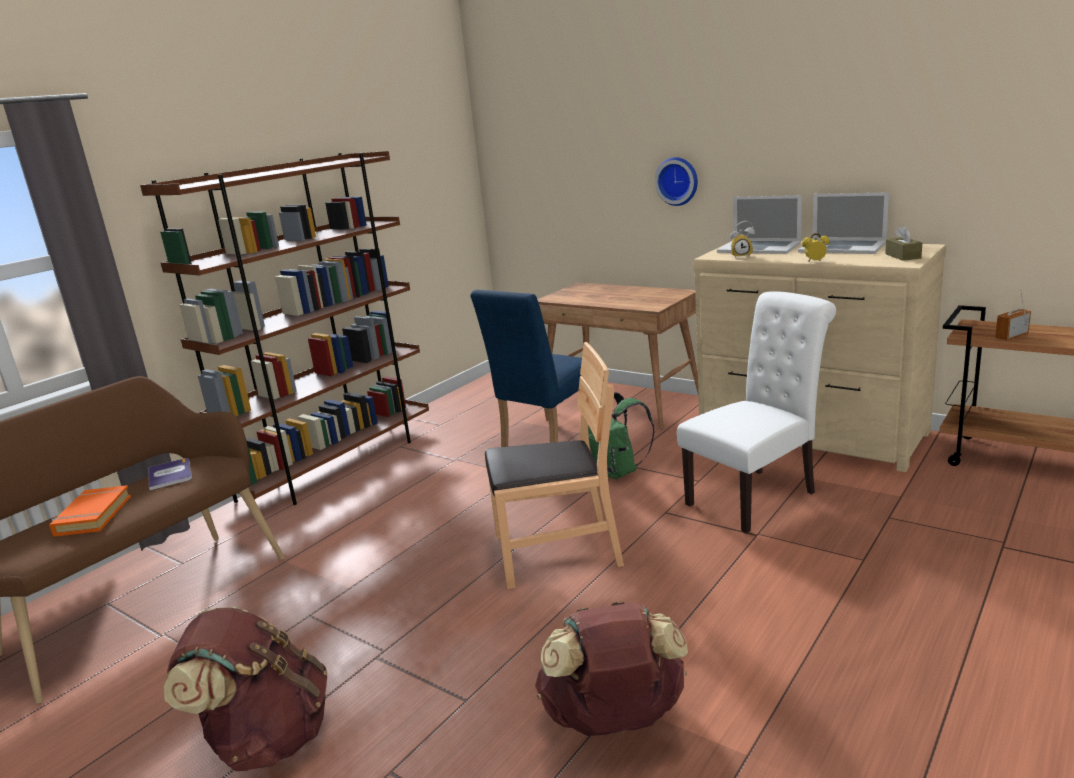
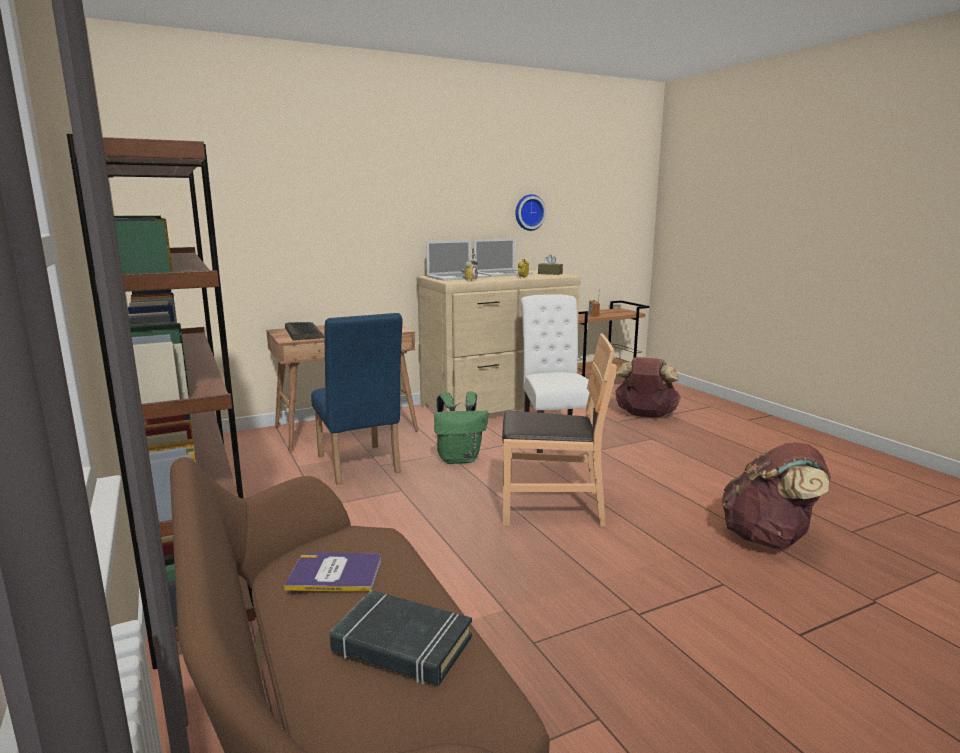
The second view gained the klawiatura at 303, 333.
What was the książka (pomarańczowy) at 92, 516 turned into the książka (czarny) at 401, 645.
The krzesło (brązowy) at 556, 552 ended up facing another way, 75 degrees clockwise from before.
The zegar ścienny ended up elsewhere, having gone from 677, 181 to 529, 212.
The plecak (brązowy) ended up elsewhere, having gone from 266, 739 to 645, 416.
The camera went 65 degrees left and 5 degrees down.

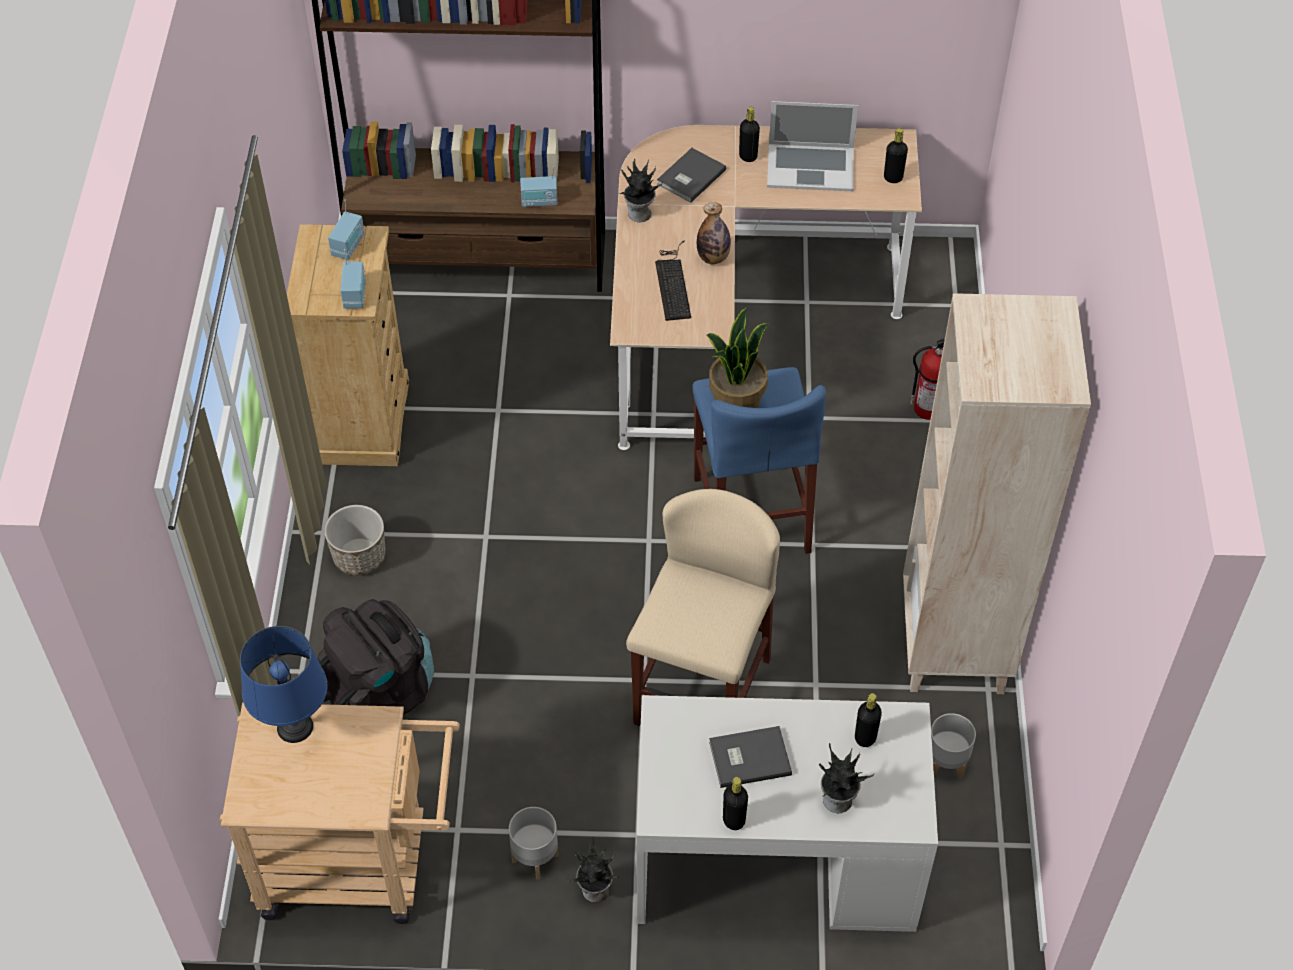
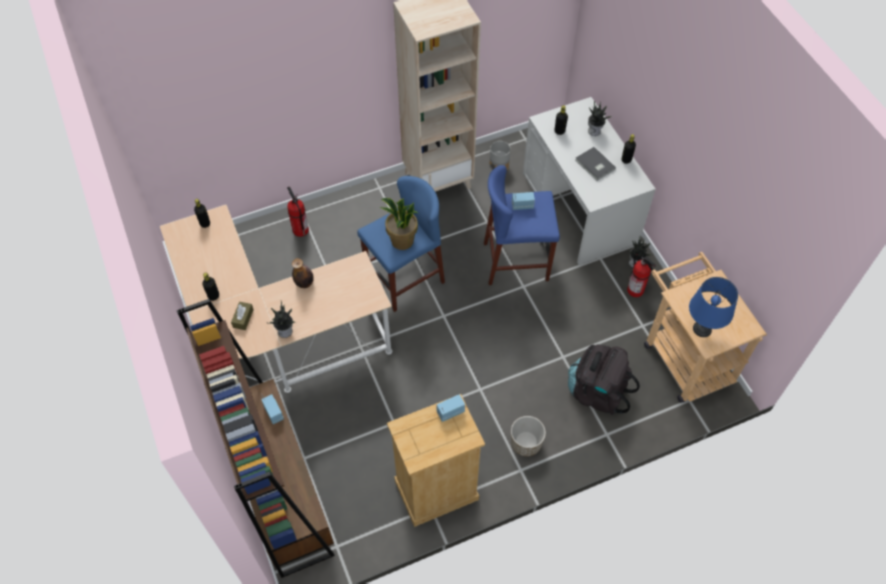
Where the książka (szary) stood at 689, 177, the pudełko chusteczek (brązowy) came to stand at 243, 318.
What was the stołek (beżowy) at 702, 691 turned into the stołek (niebieski) at 516, 261.
The radio ended up elsewhere, having gone from 348, 246 to 522, 205.
Where the donica (szary) stood at 534, 858, the gaśnica came to stand at 636, 290.
The second view lost the klawiatura at 673, 282.
The second view lost the laptop at 810, 167.
The camera went 115 degrees left and 5 degrees up.

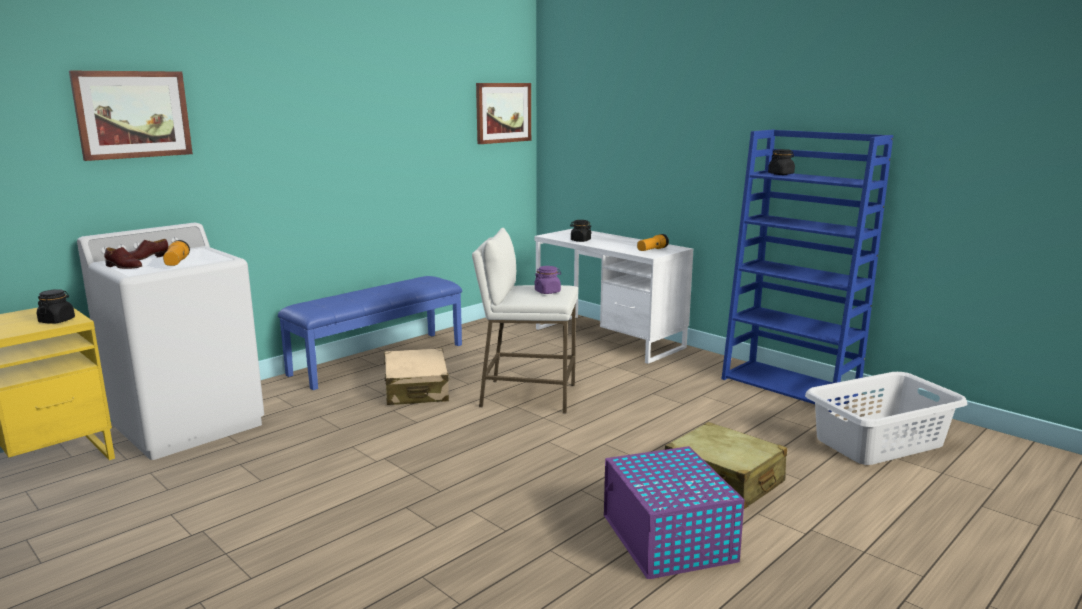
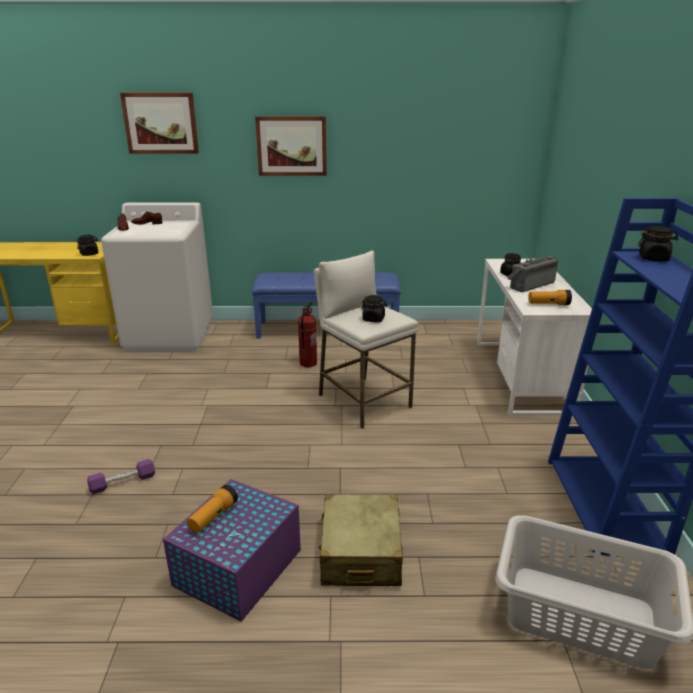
The second view gained the hantel (fioletowy) at 123, 482.
The latarka ended up elsewhere, having gone from 177, 263 to 213, 517.
The obraz ended up elsewhere, having gone from 503, 112 to 291, 146.
Where the walizka (beżowy) stood at 416, 389, the gaśnica came to stand at 308, 363.
What was the słoik (fioletowy) at 547, 292 turned into the słoik (czarny) at 373, 319.
The second view gained the radio at 530, 284.
The camera went 45 degrees right and 10 degrees up.

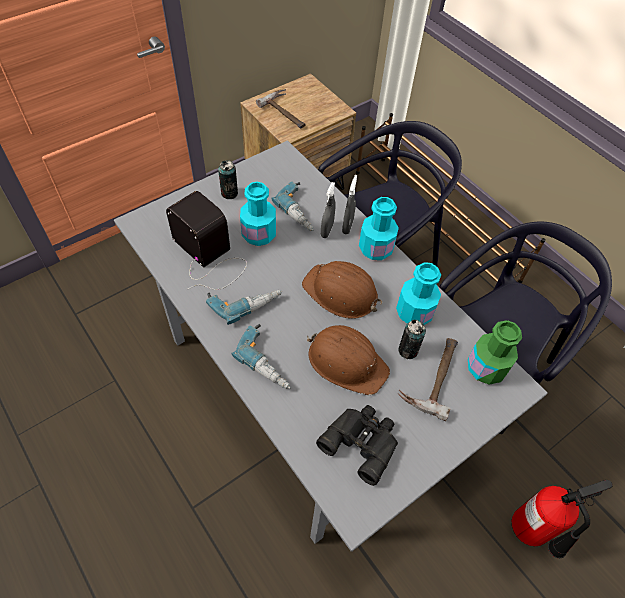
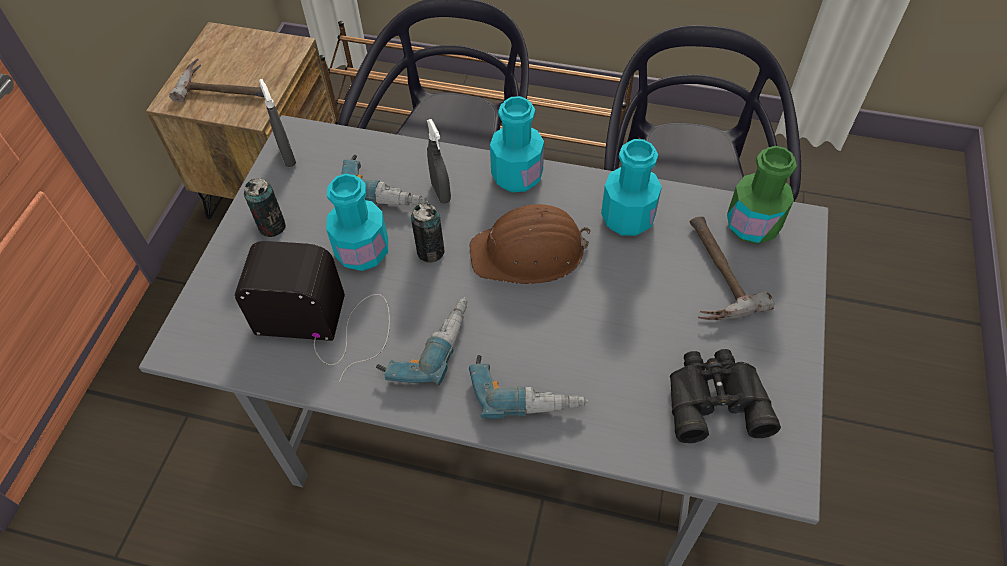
The spryskiwacz (szary) ended up elsewhere, having gone from 347, 226 to 287, 156.
The puszka ended up elsewhere, having gone from 408, 350 to 430, 251.
The second view lost the kask (brązowy) at 346, 361.
The second view lost the gaśnica at 533, 533.
The camera went 35 degrees left and 0 degrees up.

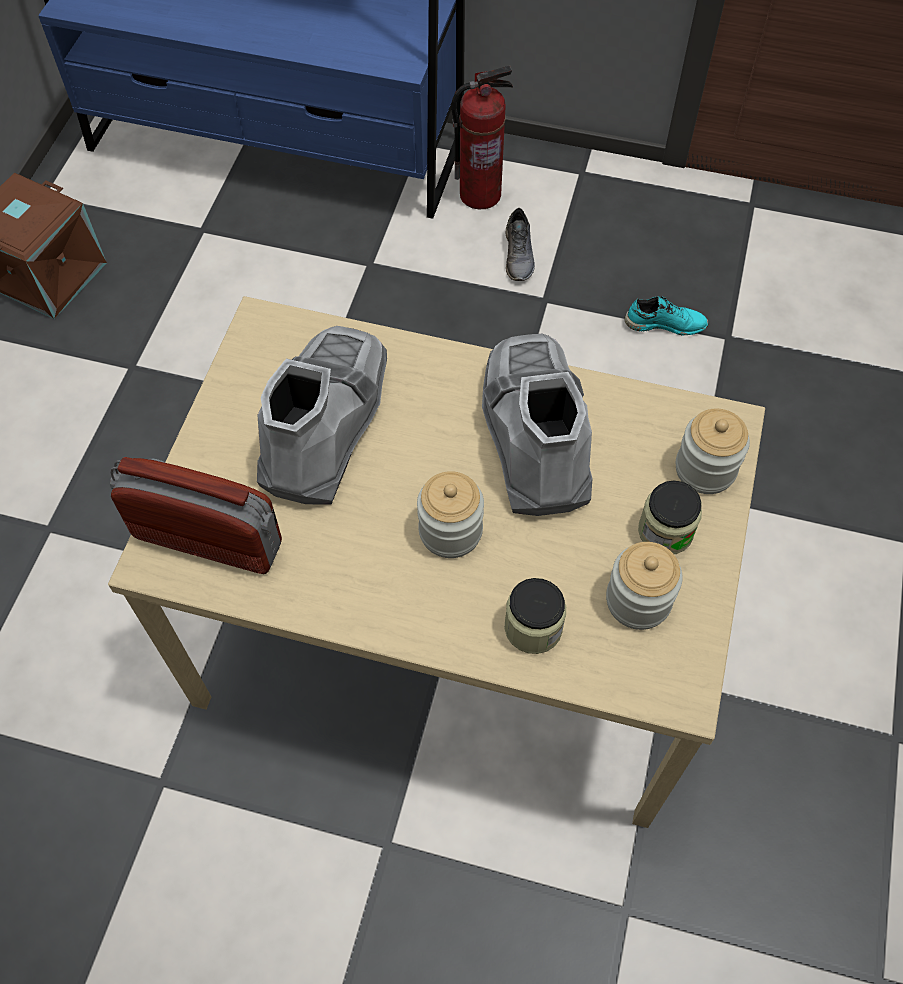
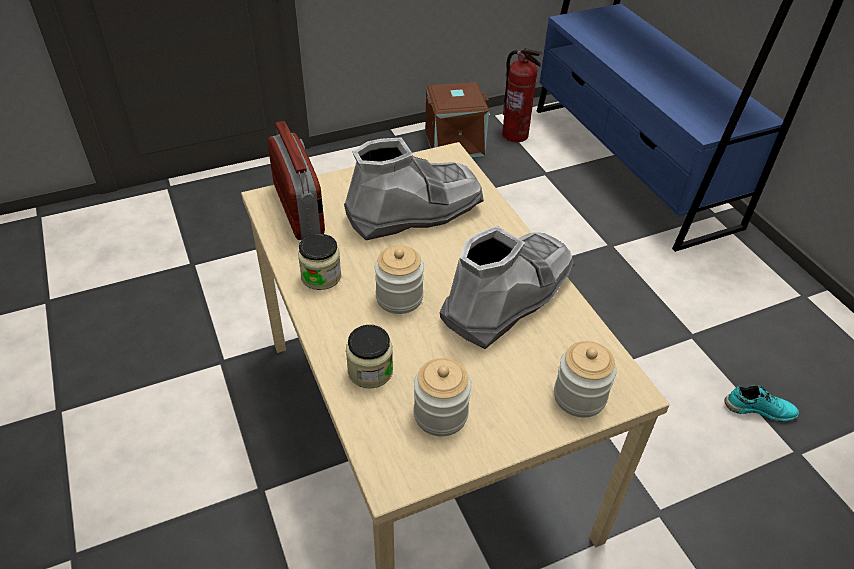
The słoik ended up elsewhere, having gone from 665, 531 to 321, 276.
The gaśnica ended up elsewhere, having gone from 480, 194 to 515, 135.
The but (turkusowy) at 665, 323 ended up facing another way, 45 degrees counterclockwise from before.
The second view lost the but (szary) at 519, 255.
The camera went 50 degrees right and 15 degrees down.

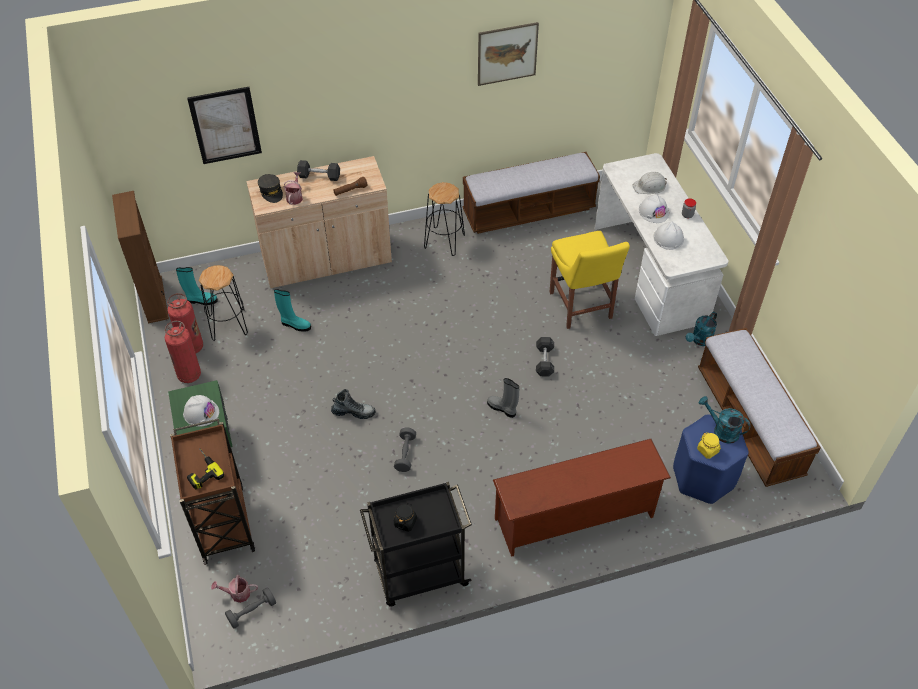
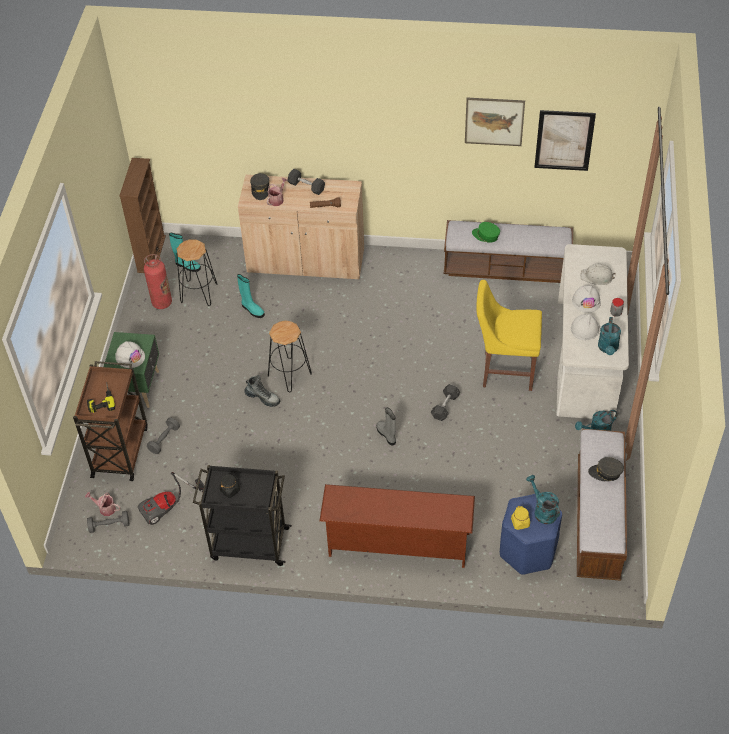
The second view gained the odkurzacz at 170, 508.
The hantel (szary) ended up elsewhere, having gone from 405, 454 to 164, 440.
The stołek (czarny) ended up elsewhere, having gone from 444, 241 to 290, 374.
The second view gained the czapka z daszkiem (zielony) at 486, 235.
The krzesło (żółty) at 581, 308 ended up facing another way, 90 degrees clockwise from before.
The obraz ended up elsewhere, having gone from 225, 125 to 564, 140.
The second view gained the czapka z daszkiem (szary) at 605, 473.
The second view gained the konewka (turkusowy) at 608, 349.
The second view lost the gaśnica at 189, 375.
The camera went 25 degrees right and 0 degrees up.

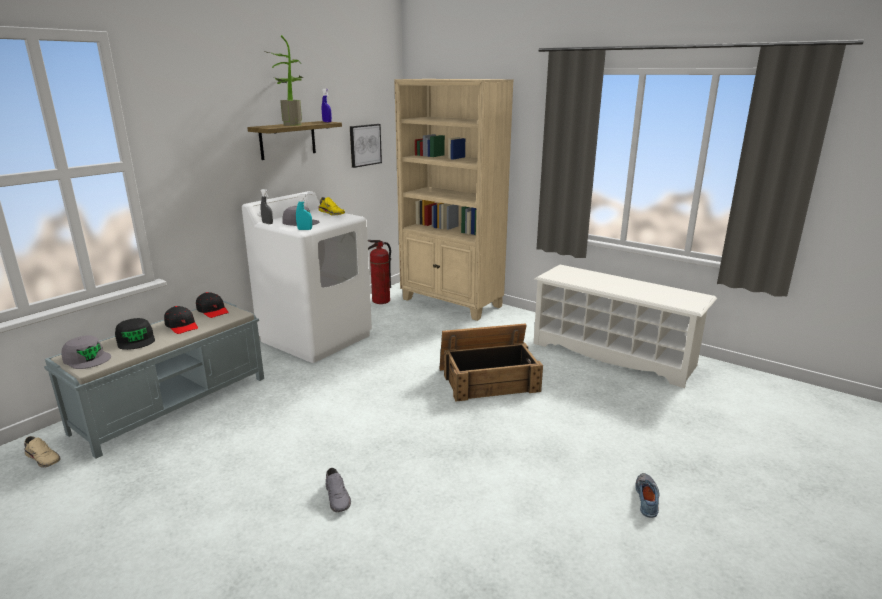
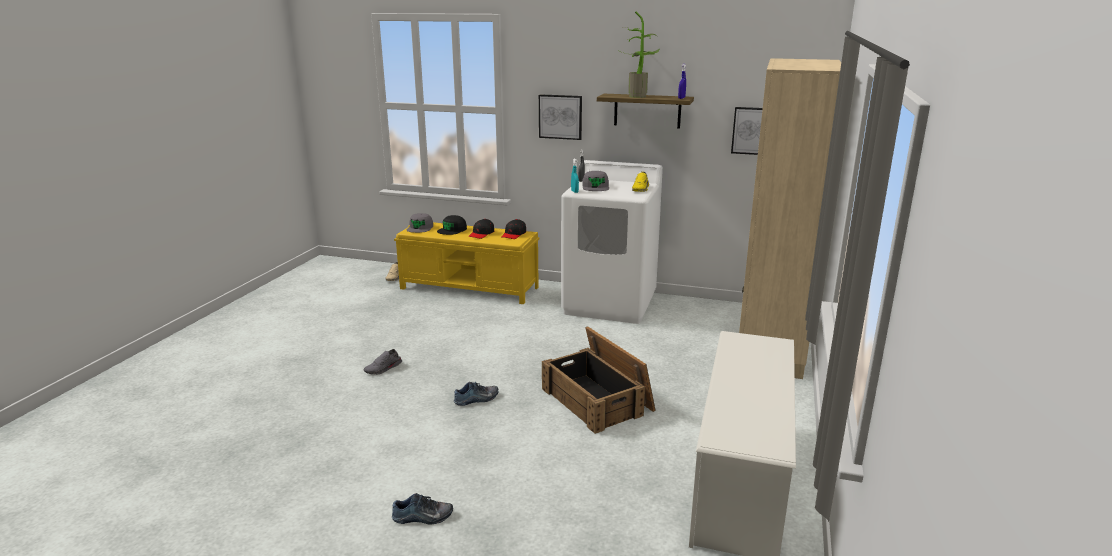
What was the ławka (szary) at 174, 403 turned into the ławka (żółty) at 470, 288.
The second view gained the but at 477, 399.
The second view gained the obraz at 560, 116.
The second view lost the gaśnica at 381, 301.
The camera went 70 degrees right and 0 degrees up.

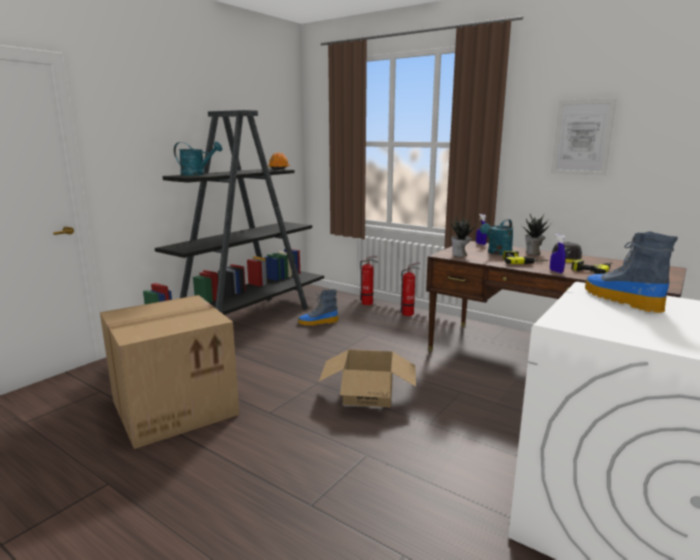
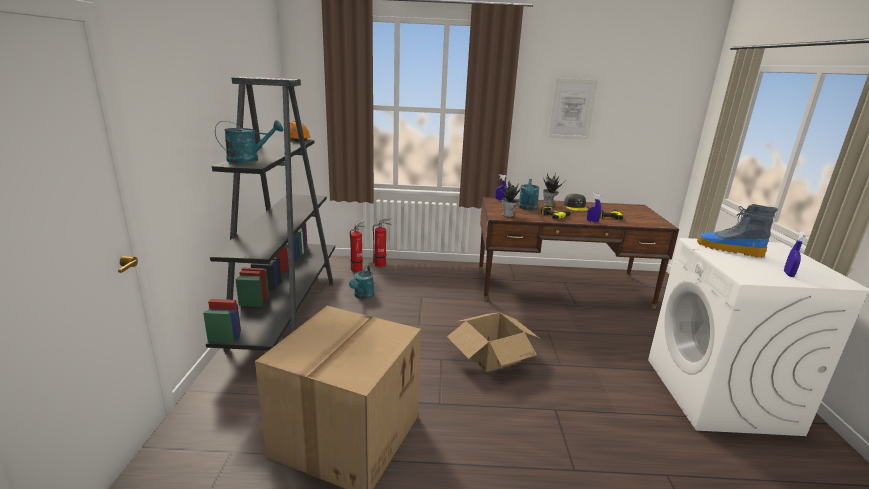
Where the but z cholewką stood at 318, 322, the konewka (turkusowy) came to stand at 362, 296.
The gaśnica ended up elsewhere, having gone from 409, 313 to 358, 269.
The second view gained the spryskiwacz (niebieski) at 788, 274.
The camera went 35 degrees left and 5 degrees up.

